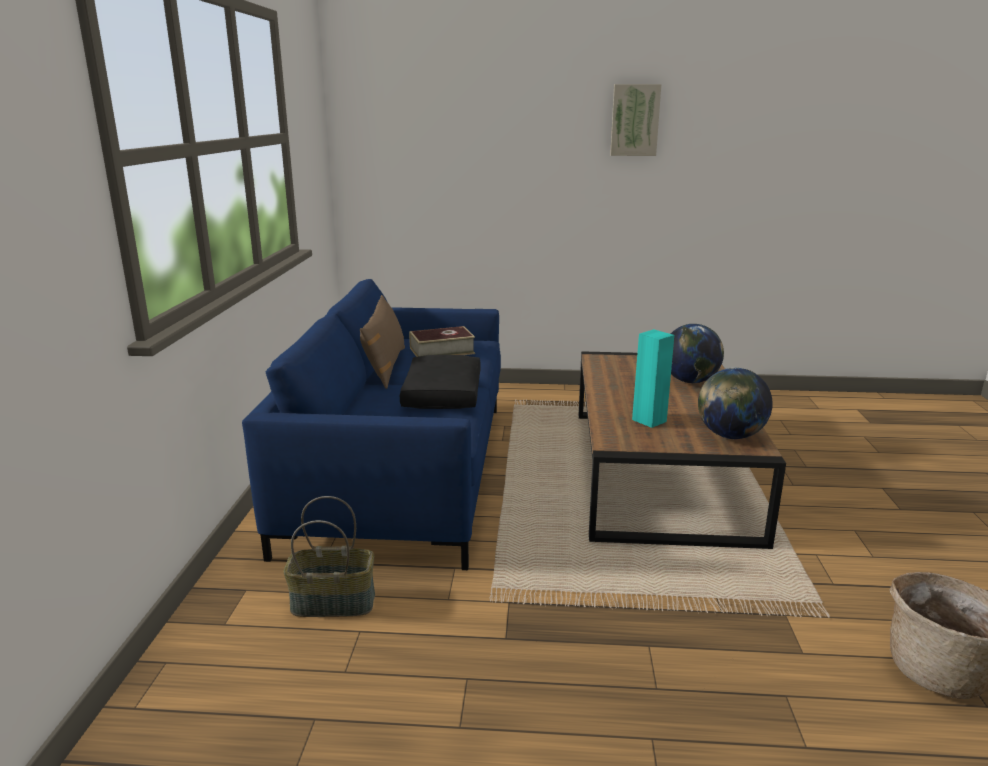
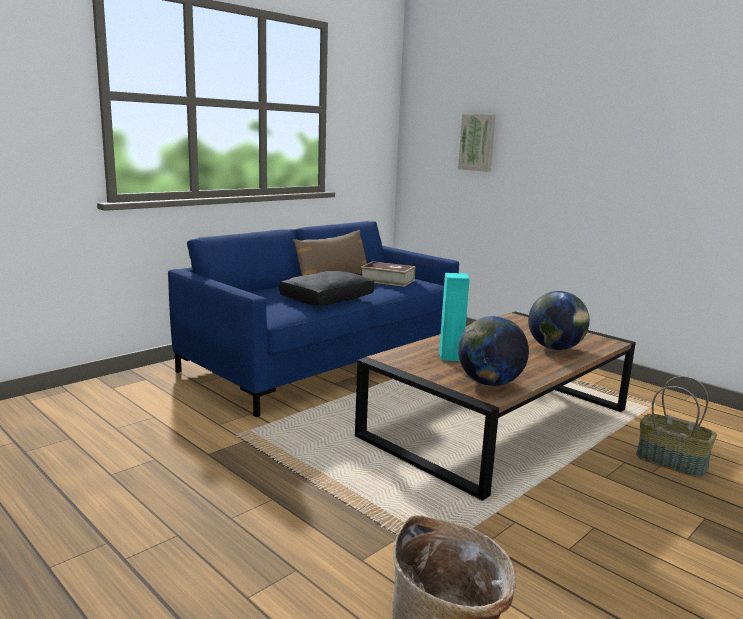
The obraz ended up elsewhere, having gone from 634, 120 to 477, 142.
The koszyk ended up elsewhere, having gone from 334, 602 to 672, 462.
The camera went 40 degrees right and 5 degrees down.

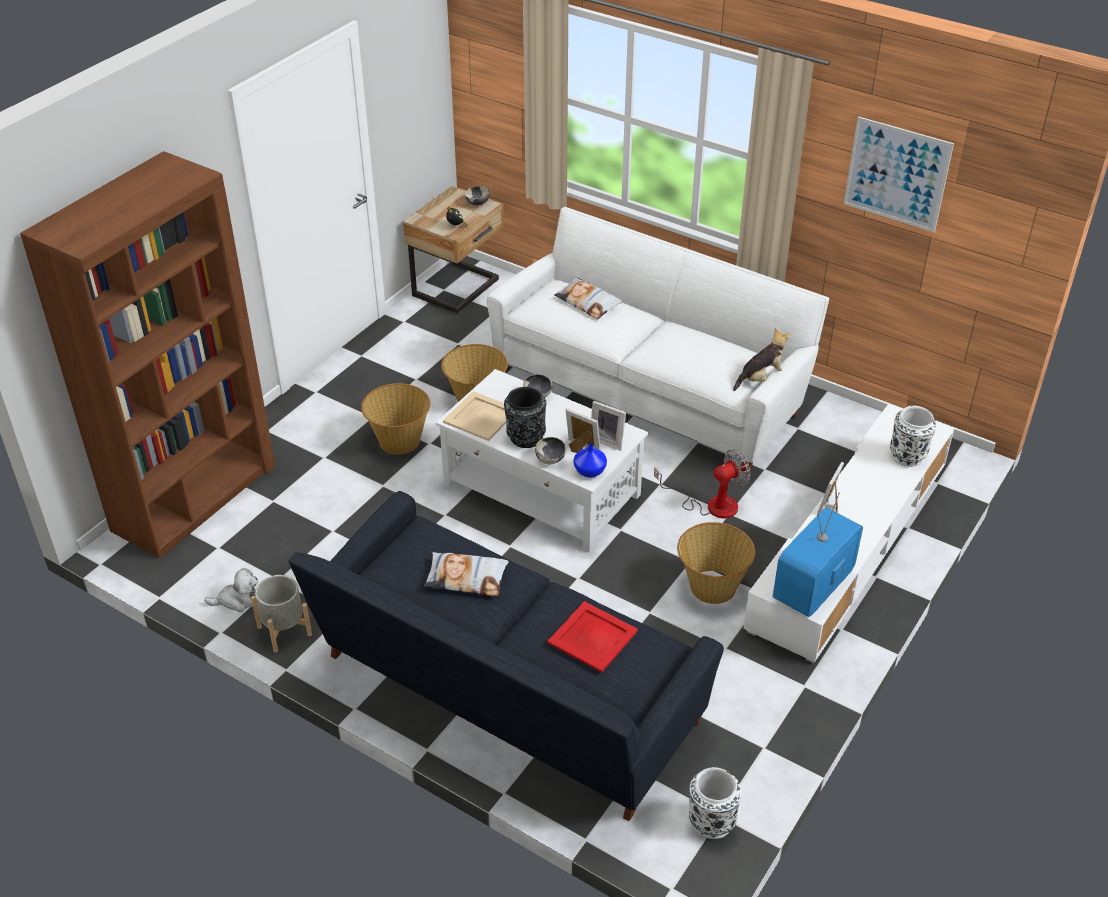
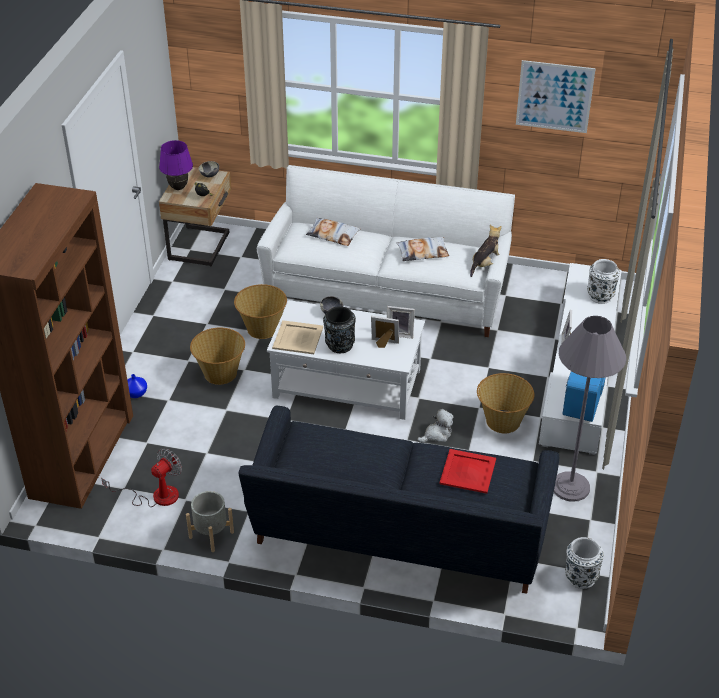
The wentylator ended up elsewhere, having gone from 711, 504 to 156, 496.
The wazon (niebieski) ended up elsewhere, having gone from 590, 471 to 136, 394.
The second view gained the lampa stołowa (fioletowy) at 178, 188.
The poduszka ended up elsewhere, having gone from 466, 578 to 422, 252.
The pluszak ended up elsewhere, having gone from 237, 600 to 437, 434.
The second view gained the lampa stojąca (szary) at 570, 487.
The second view lost the miska at 550, 460.
The camera went 20 degrees left and 0 degrees up.

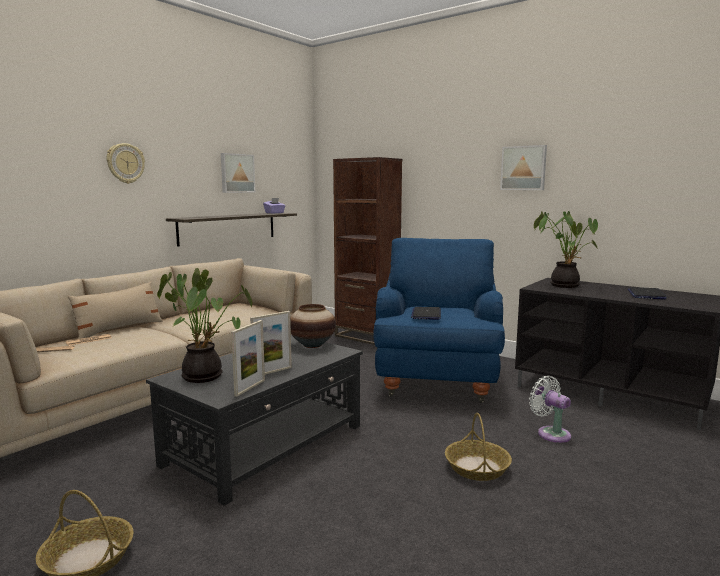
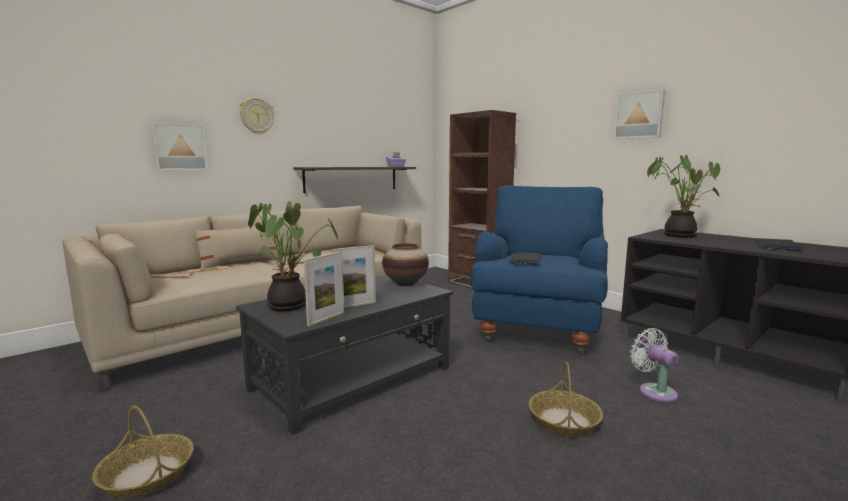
The obraz ended up elsewhere, having gone from 237, 173 to 179, 147.
The camera went 10 degrees right and 0 degrees up.

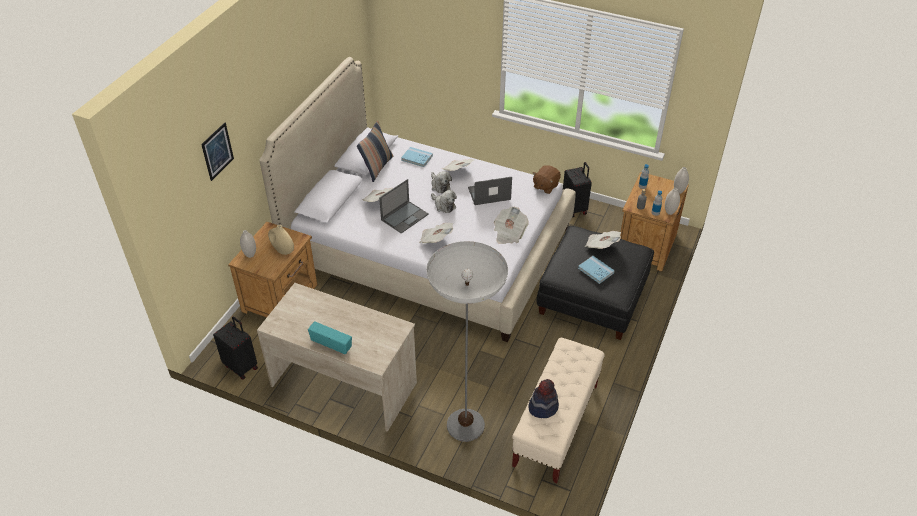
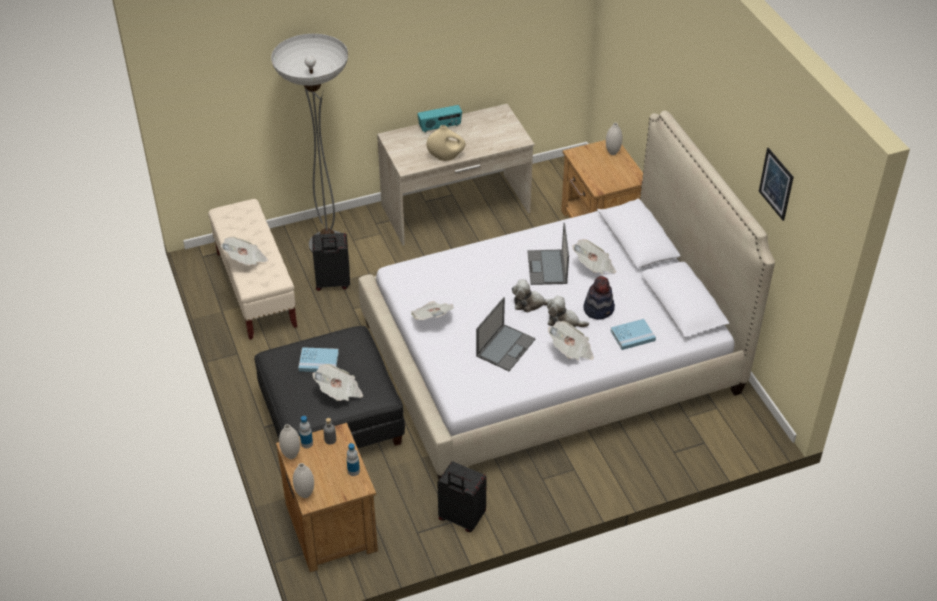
The gazeta ended up elsewhere, having gone from 436, 239 to 246, 260.
The walizka (czarny) ended up elsewhere, having gone from 241, 366 to 332, 283.
The wazon (beżowy) ended up elsewhere, having gone from 282, 250 to 446, 157.
The kapelusz ended up elsewhere, having gone from 543, 407 to 599, 309.
The obraz ended up elsewhere, having gone from 217, 151 to 776, 184.
The second view lost the poduszka at 377, 167.
The second view lost the pluszak (brązowy) at 545, 186.
The camera went 135 degrees right and 0 degrees up.

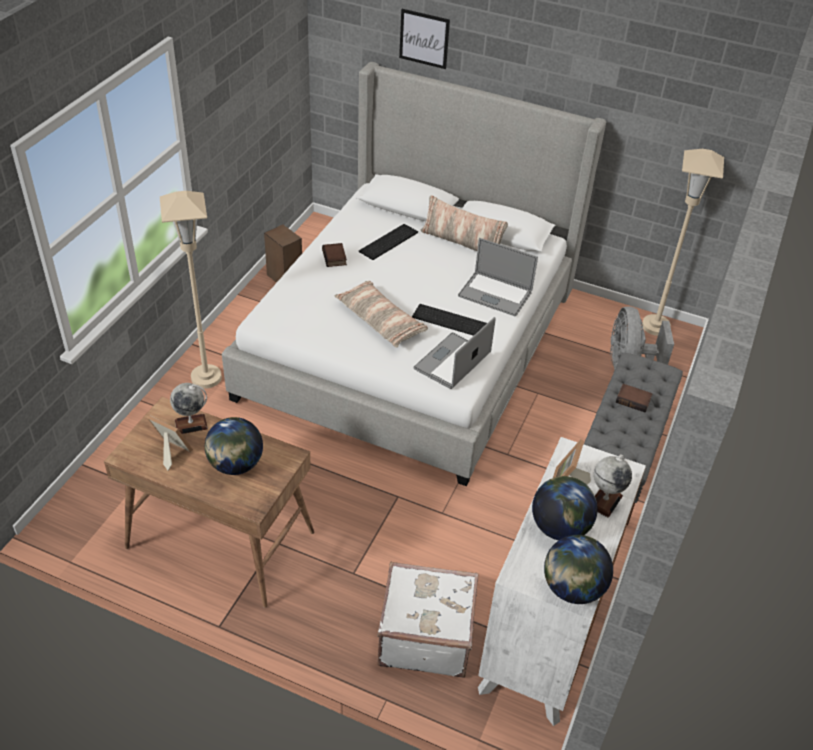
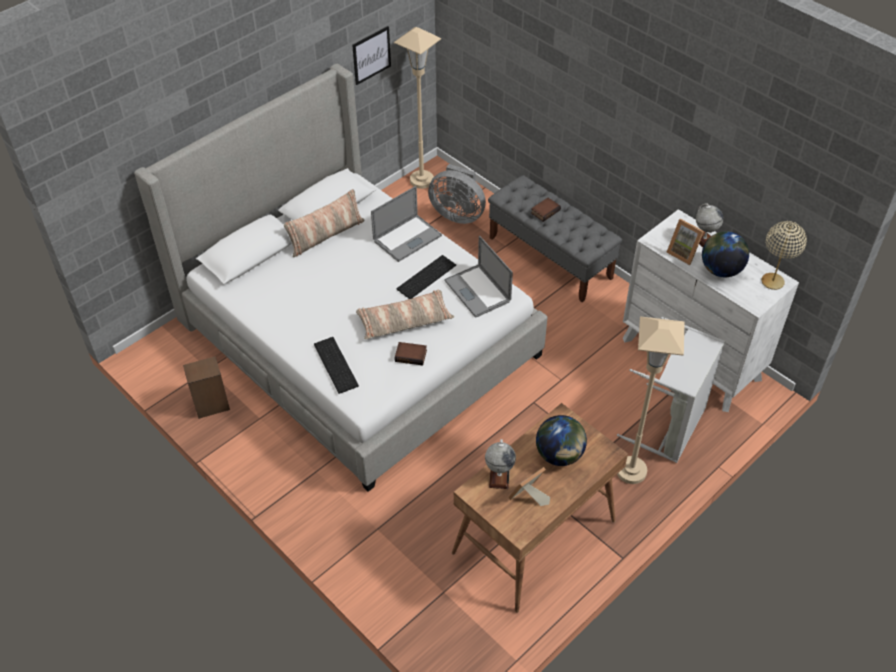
The klawiatura ended up elsewhere, having gone from 389, 242 to 337, 365.
The obraz ended up elsewhere, having gone from 424, 38 to 371, 55.
The książka ended up elsewhere, having gone from 335, 258 to 411, 355.
The lampa stojąca (beżowy) ended up elsewhere, having gone from 206, 378 to 631, 471.
Where the walizka (biały) stood at 425, 635, the kosz na pranie (szary) came to stand at 671, 427.
Where the globus stood at 572, 588, the lampa stołowa (beżowy) came to stand at 772, 282.
The camera went 65 degrees left and 5 degrees up.

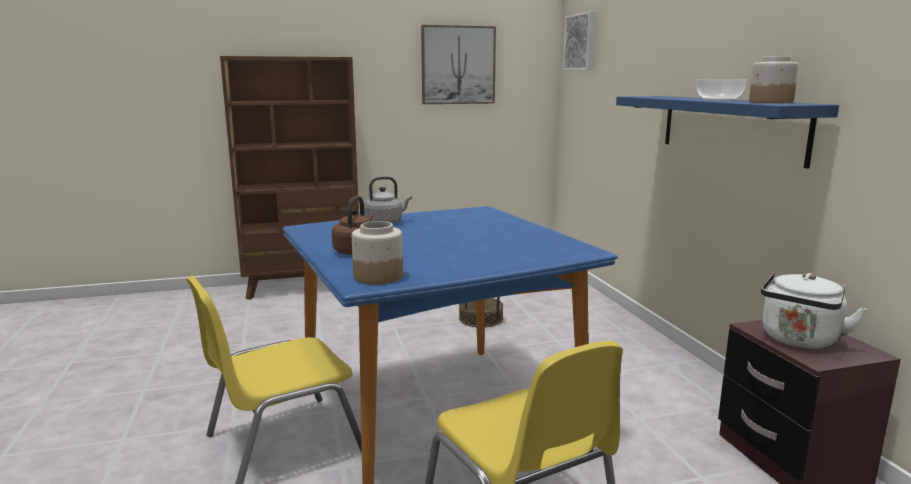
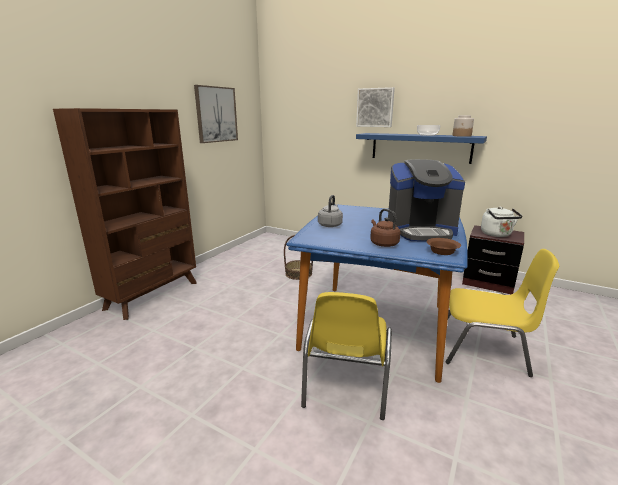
The obraz ended up elsewhere, having gone from 581, 42 to 375, 107.
The second view gained the ekspres do kawy at 420, 231.
Where the słoik stood at 377, 277, the miska (brązowy) came to stand at 442, 252.
The camera went 45 degrees left and 5 degrees up.

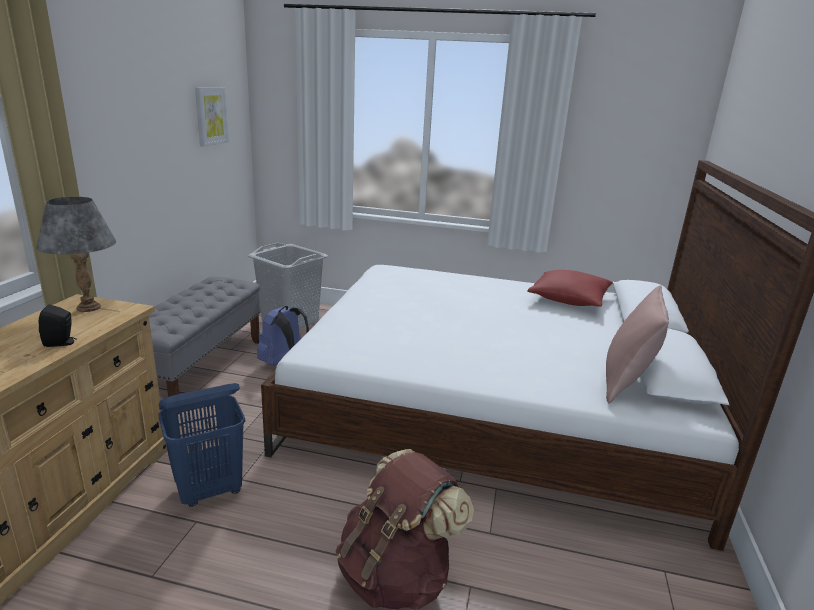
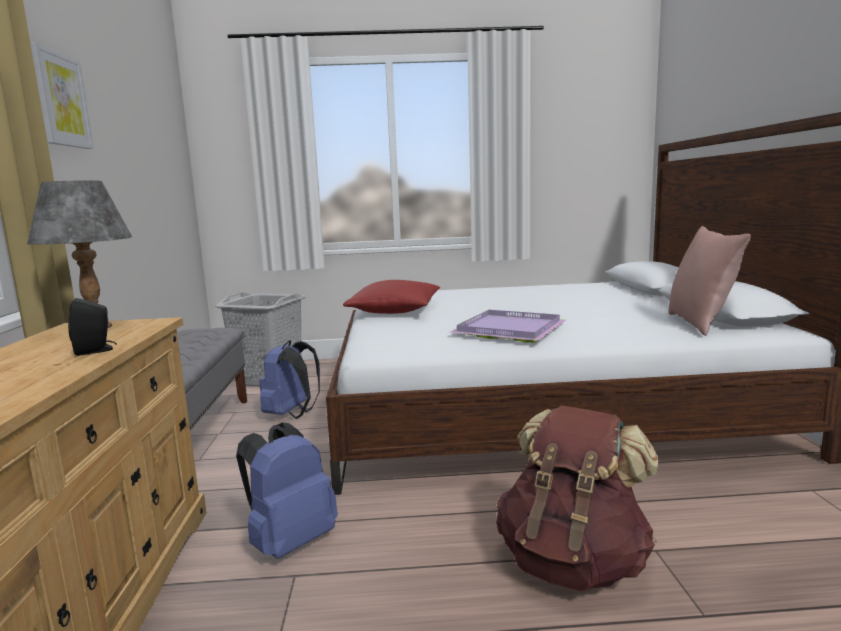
The obraz ended up elsewhere, having gone from 211, 116 to 60, 100.
Where the kosz na pranie (niebieski) stood at 210, 490, the plecak (niebieski) came to stand at 290, 541.
The poduszka (czerwony) ended up elsewhere, having gone from 569, 299 to 395, 311.
The second view gained the taca (fioletowy) at 510, 330.
The camera went 15 degrees left and 10 degrees down.

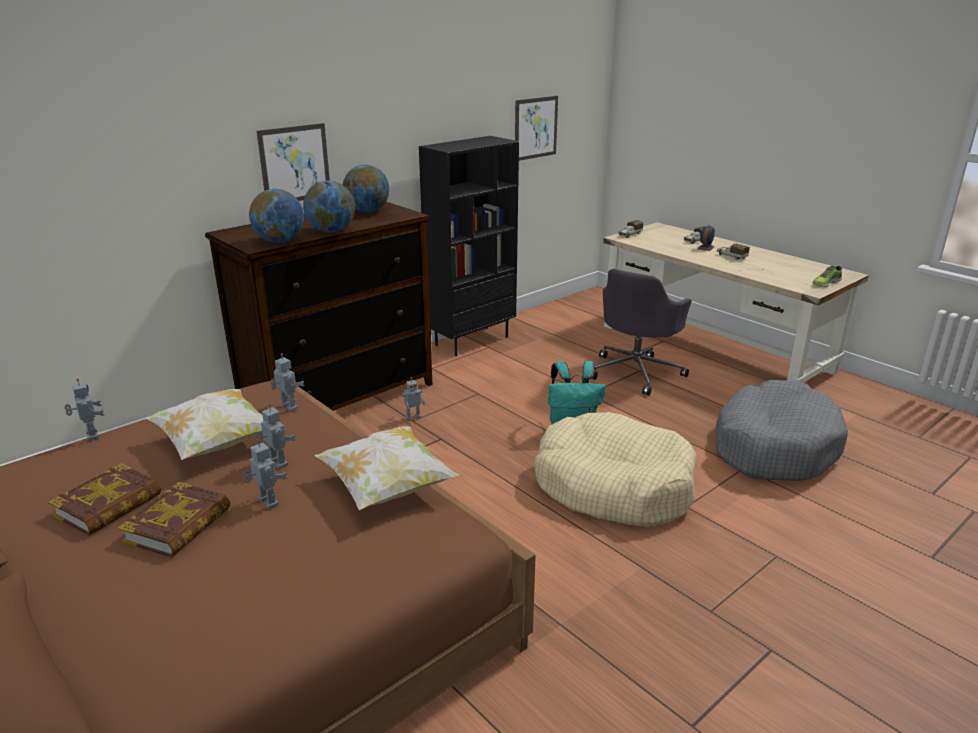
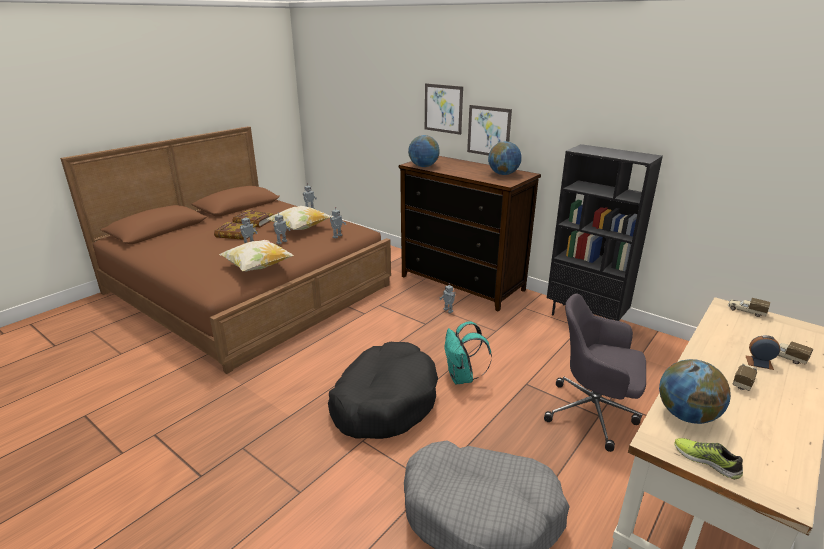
What was the legowisko (beżowy) at 613, 486 turned into the legowisko (czarny) at 384, 401.
The obraz ended up elsewhere, having gone from 535, 128 to 443, 108.
The globus ended up elsewhere, having gone from 331, 231 to 686, 415.
The camera went 80 degrees right and 0 degrees up.

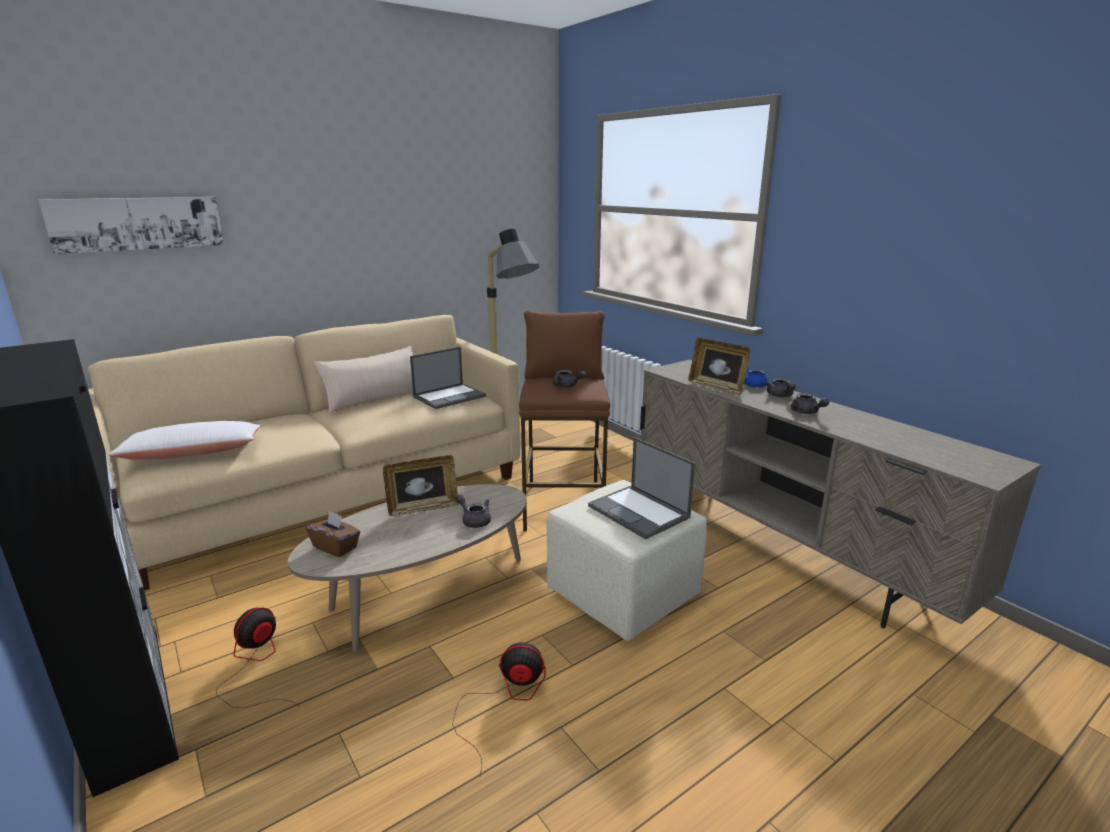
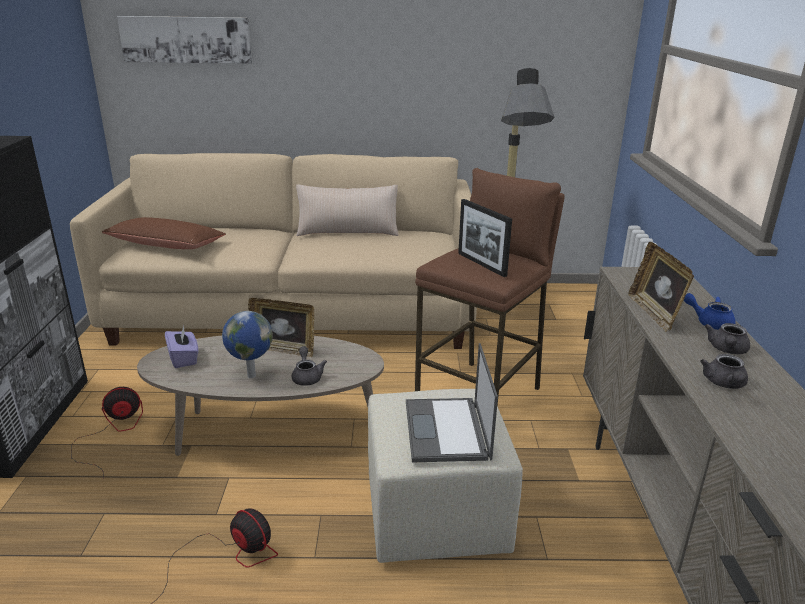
What was the poduszka (biały) at 192, 453 turned into the poduszka (brązowy) at 166, 245.
What was the pudełko chusteczek (brązowy) at 336, 547 turned into the pudełko chusteczek (fioletowy) at 184, 358.
The second view gained the globus at 250, 376.
Where the imbryk (szary) stood at 567, 386, the ramka na zdjęcie came to stand at 481, 264.
The second view lost the laptop at 450, 396.
The camera went 35 degrees right and 5 degrees up.

